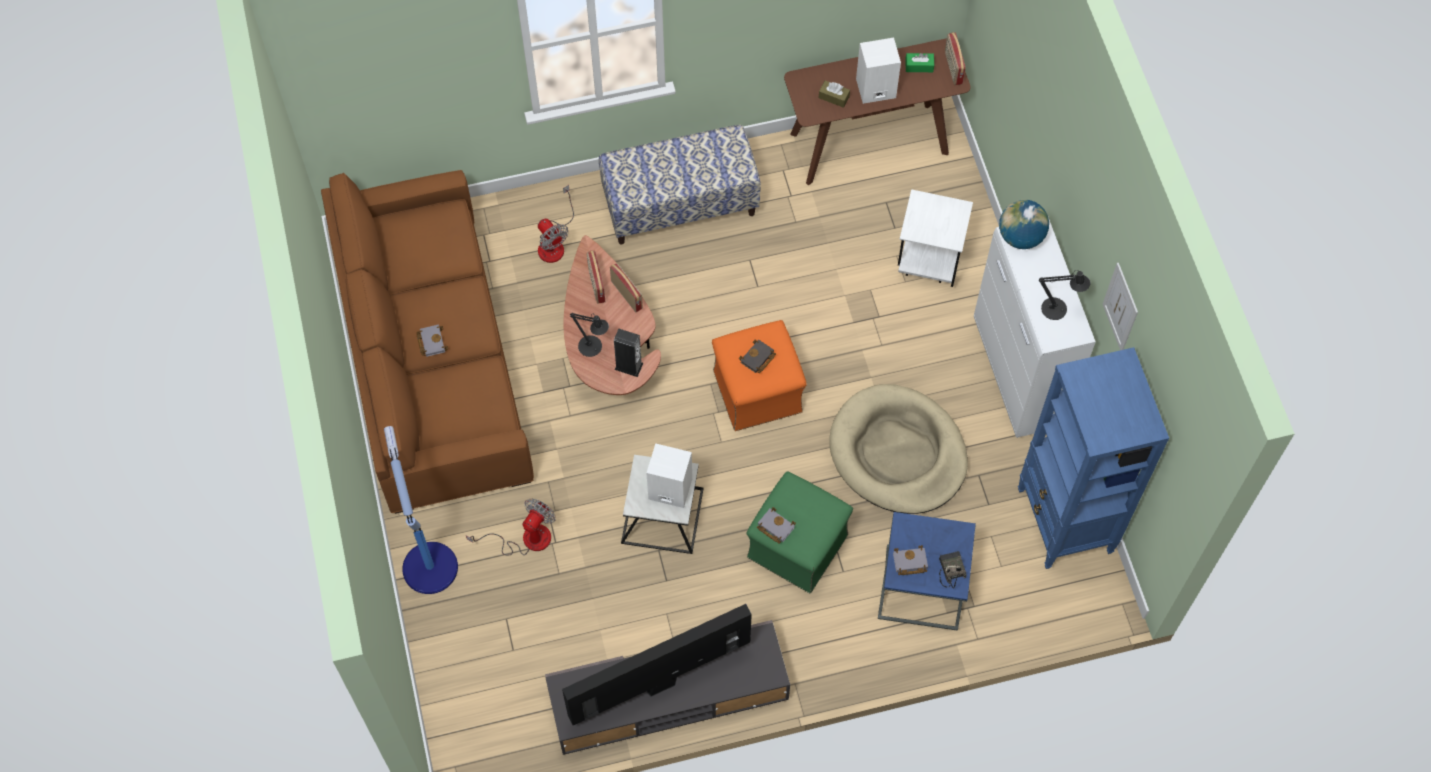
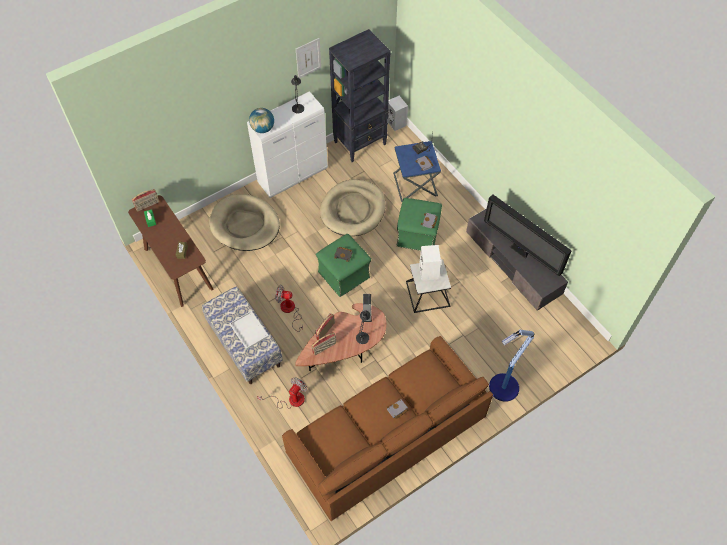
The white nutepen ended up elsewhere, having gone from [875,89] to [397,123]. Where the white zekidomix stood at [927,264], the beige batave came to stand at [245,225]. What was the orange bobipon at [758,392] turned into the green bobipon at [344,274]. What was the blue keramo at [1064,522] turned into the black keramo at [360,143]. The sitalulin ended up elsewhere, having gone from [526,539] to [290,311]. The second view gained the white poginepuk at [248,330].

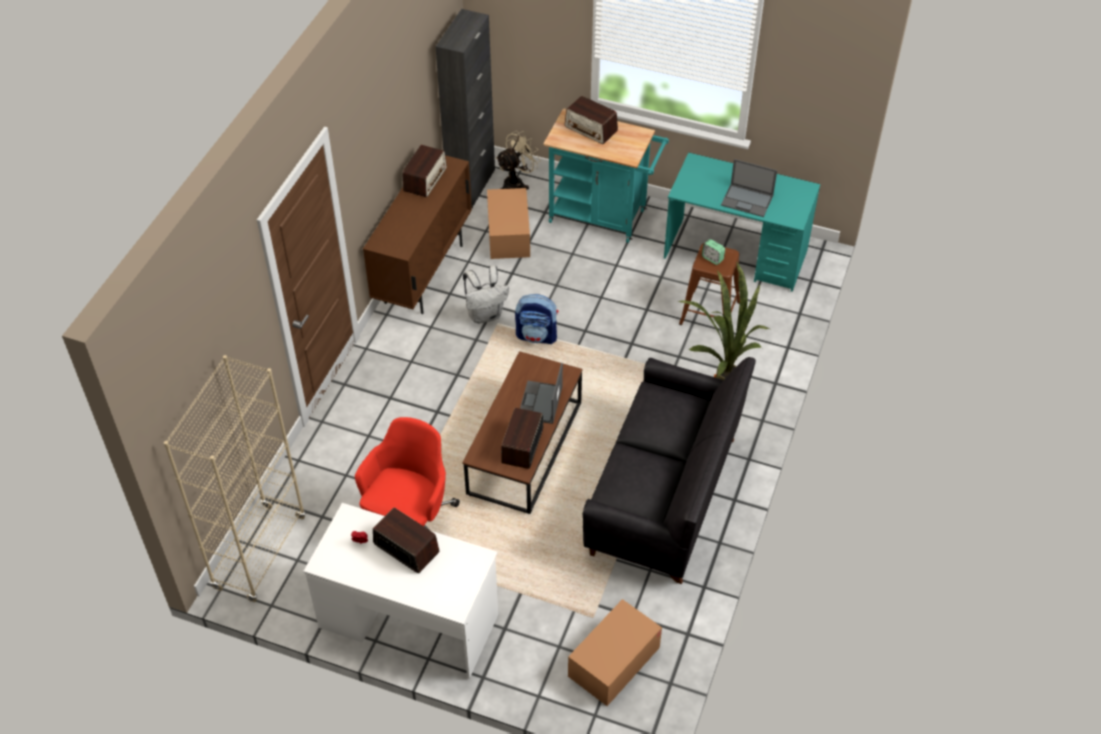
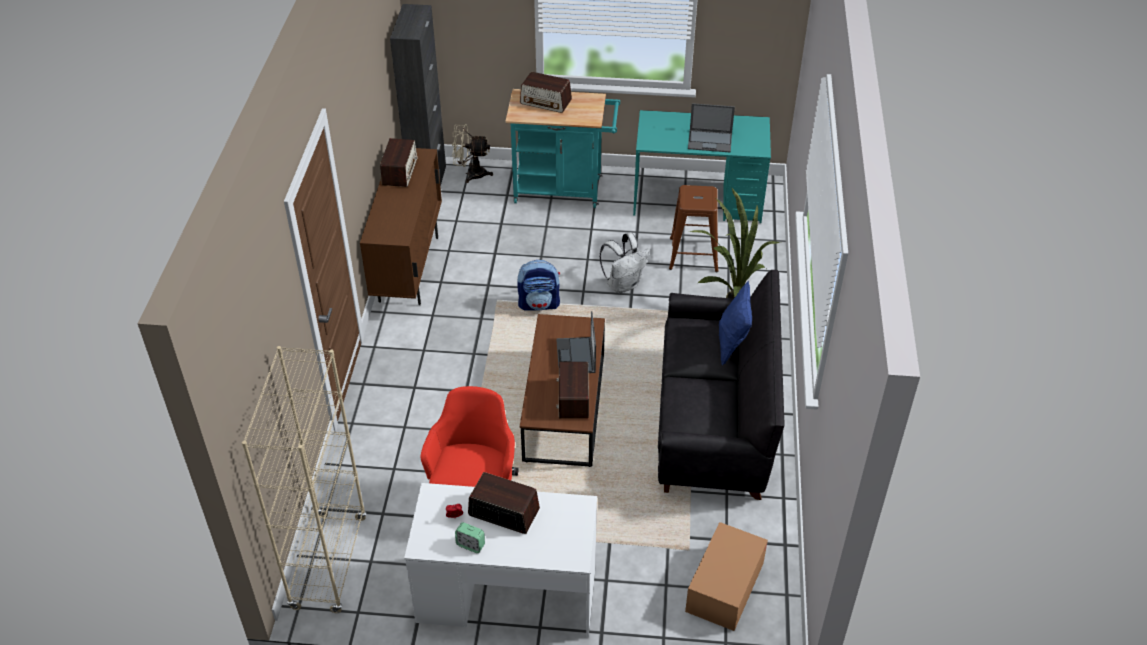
The beige sitalulin at [517,182] ended up facing another way, 120 degrees counterclockwise from before. The second view lost the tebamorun at [508,234]. The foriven ended up elsewhere, having gone from [712,258] to [470,545]. The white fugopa ended up elsewhere, having gone from [485,314] to [623,284]. The second view gained the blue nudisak at [732,343].

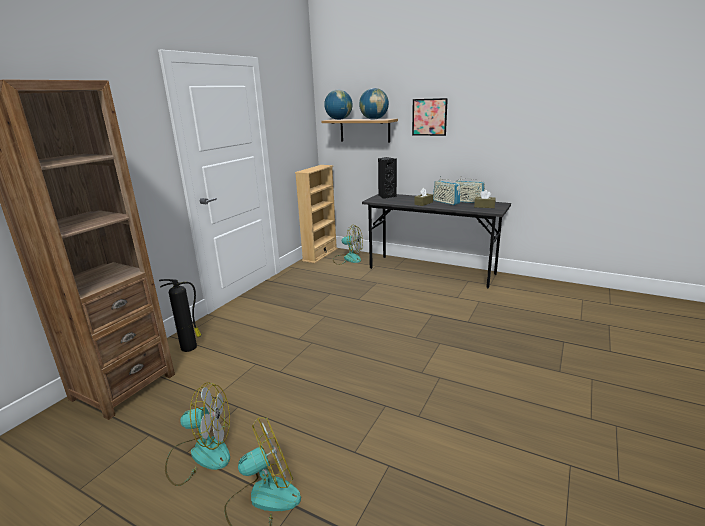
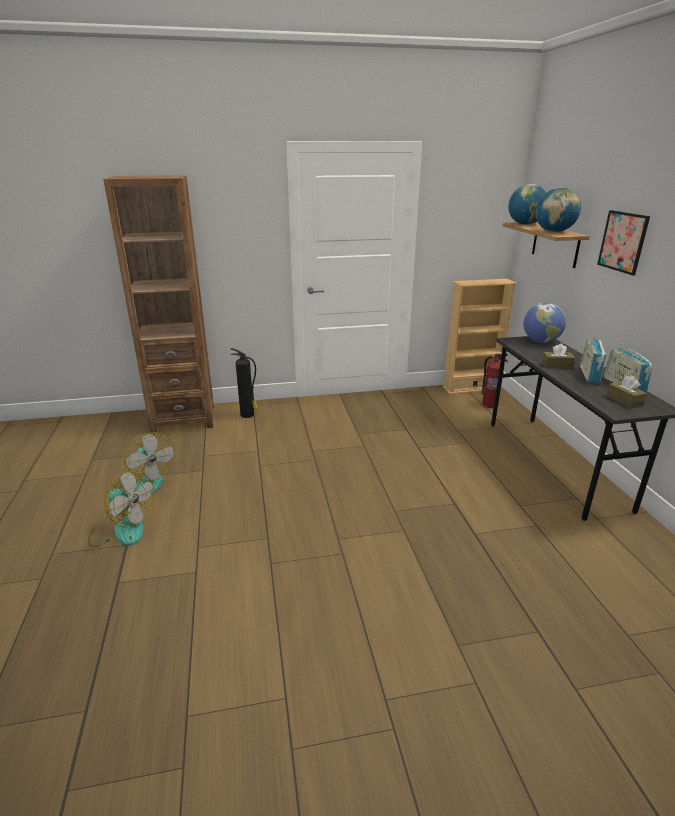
Where the black nutepen stood at [386,196], the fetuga came to stand at [541,341]. Where the sitalulin stood at [348,258], the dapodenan came to stand at [490,404].

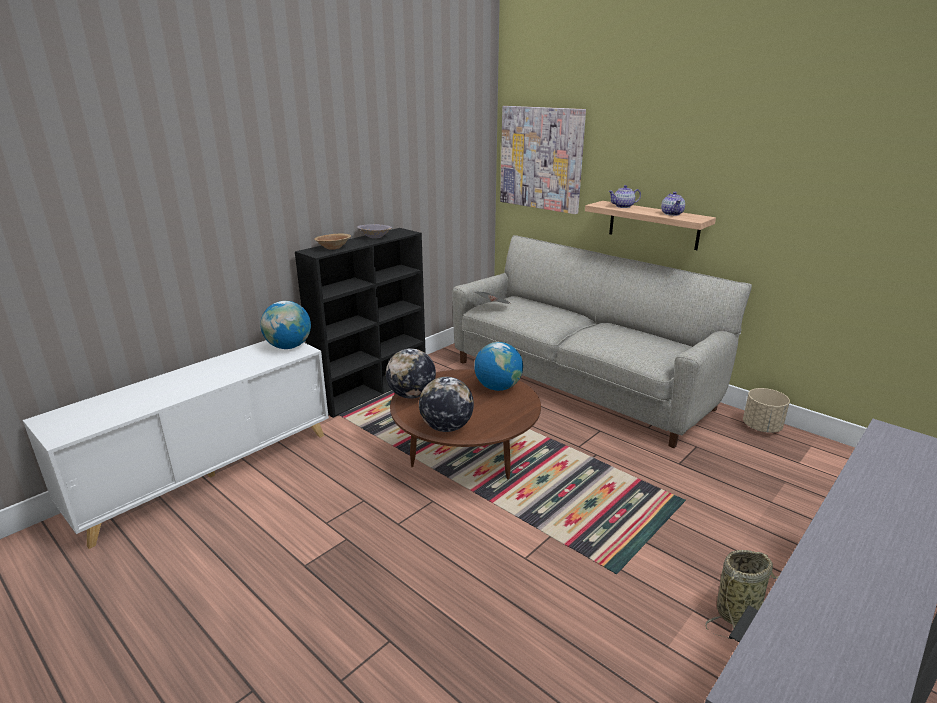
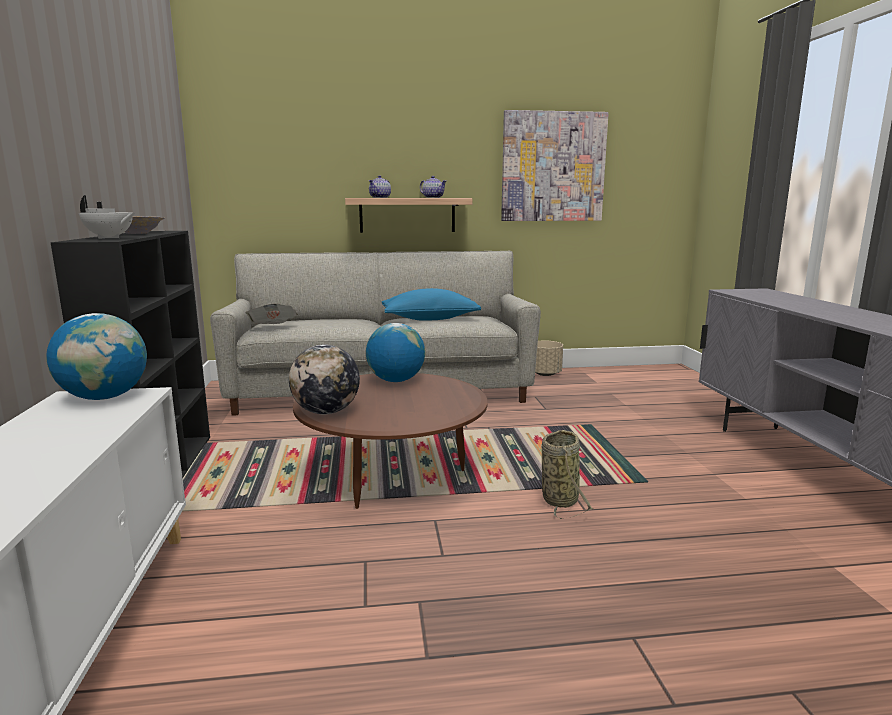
The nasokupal ended up elsewhere, having gone from [541,158] to [553,167]. Where the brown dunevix stood at [333,247], the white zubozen came to stand at [109,238]. The second view lost the fetuga at [446,427]. The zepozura ended up elsewhere, having gone from [739,612] to [559,498]. The second view gained the blue nudisak at [430,319].

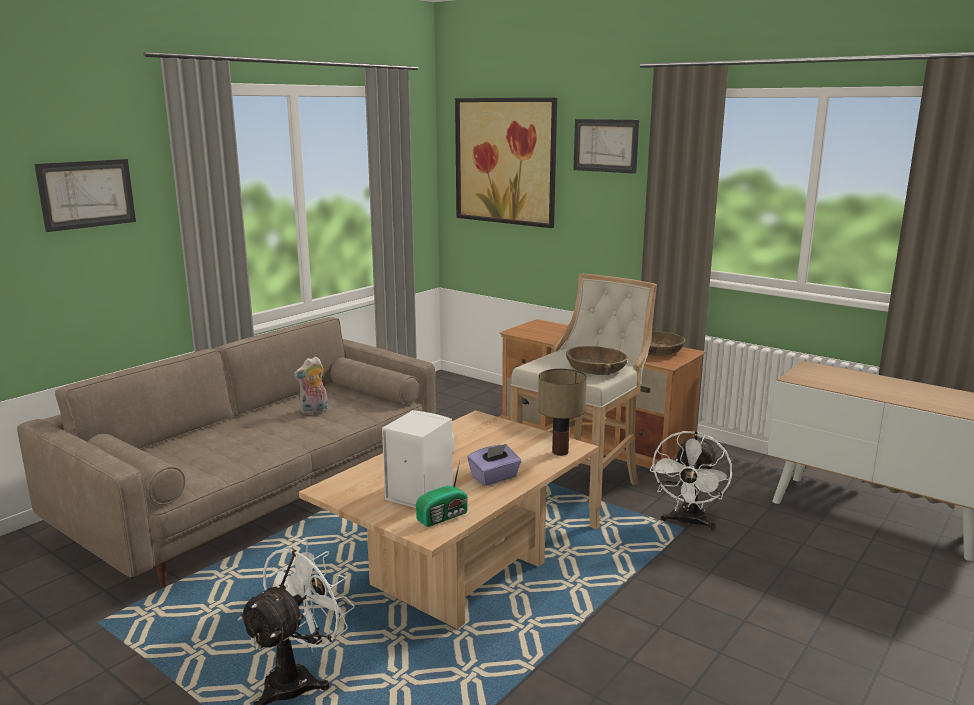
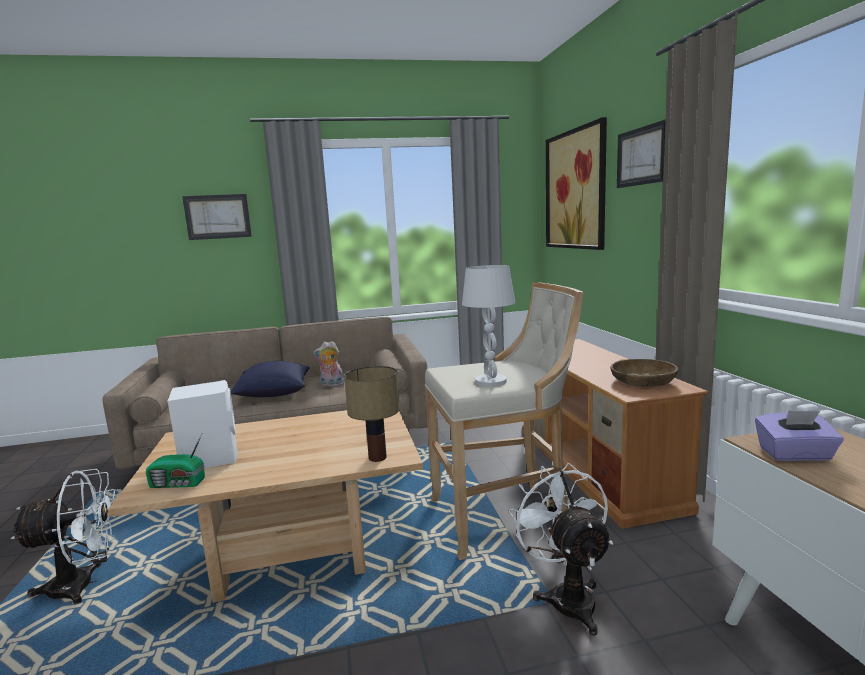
Where the brown dunevix stood at [596,369], the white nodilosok came to stand at [491,381]. The white sitalulin at [687,523] ended up facing another way, 105 degrees clockwise from before. The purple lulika ended up elsewhere, having gone from [494,478] to [795,455]. The second view gained the blue nudisak at [273,393].

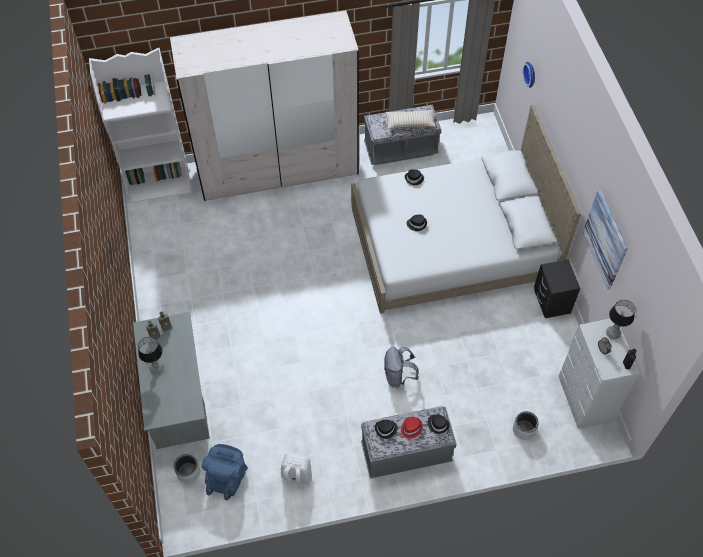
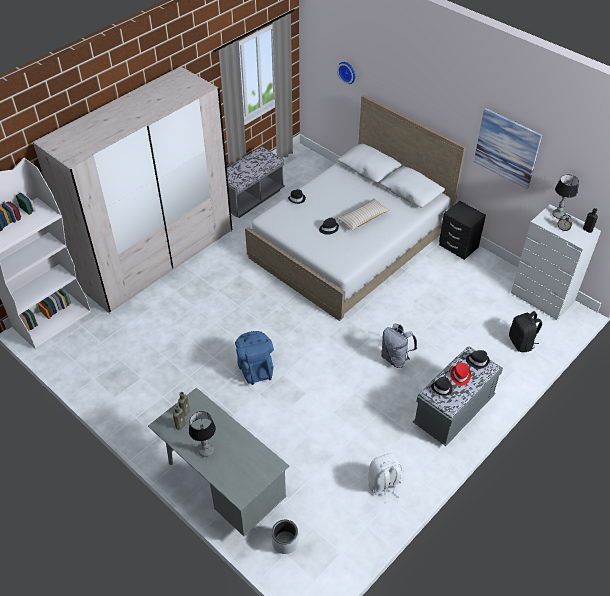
The beige nudisak ended up elsewhere, having gone from [410,123] to [363,218]. Where the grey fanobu stood at [524,430], the black fugopa came to stand at [521,343]. The blue fugopa ended up elsewhere, having gone from [227,477] to [255,368].

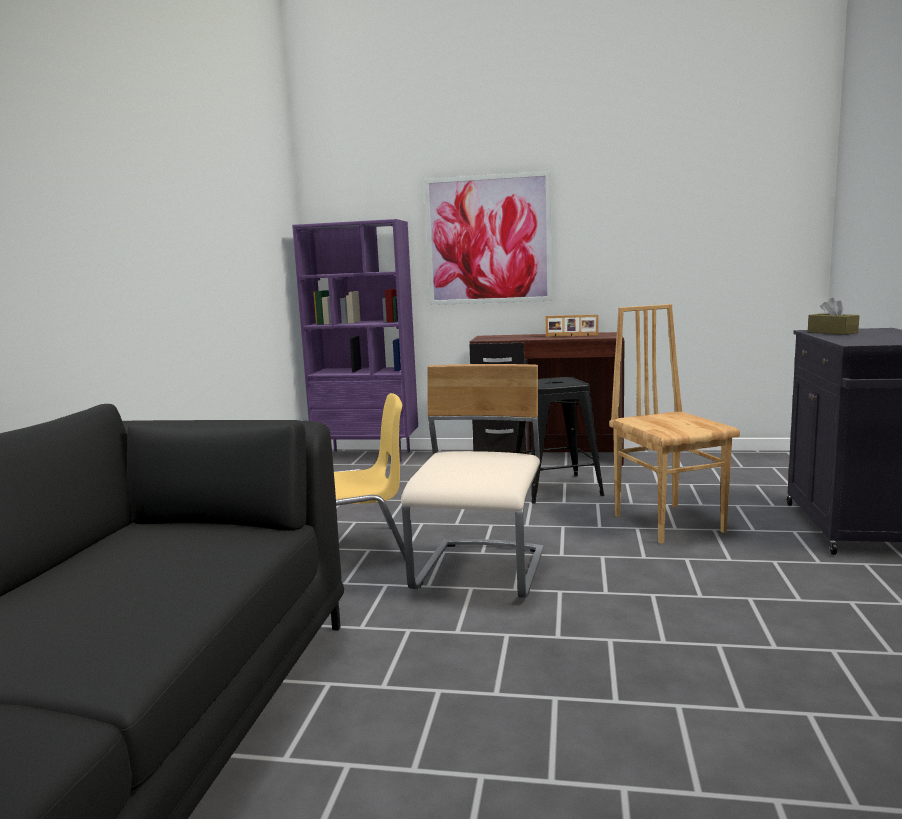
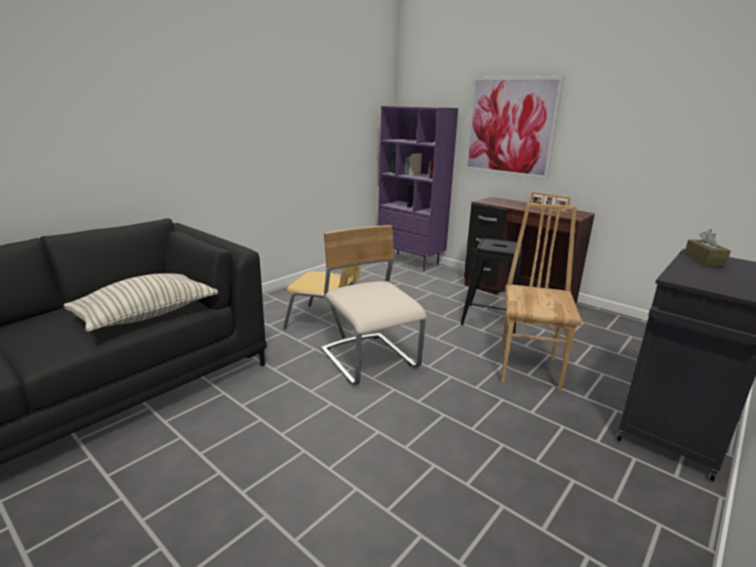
The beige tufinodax at [481,572] ended up facing another way, 75 degrees counterclockwise from before. The second view gained the nudisak at [147,315].

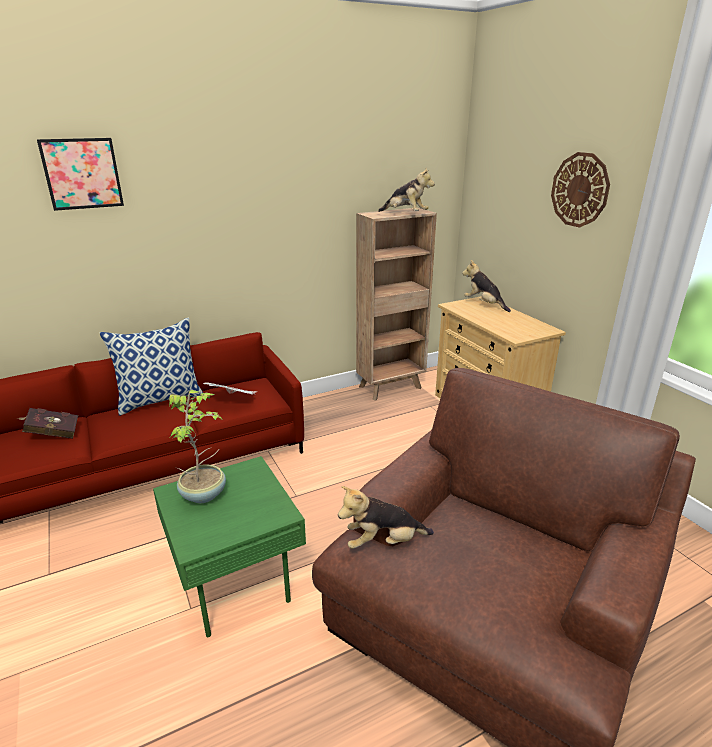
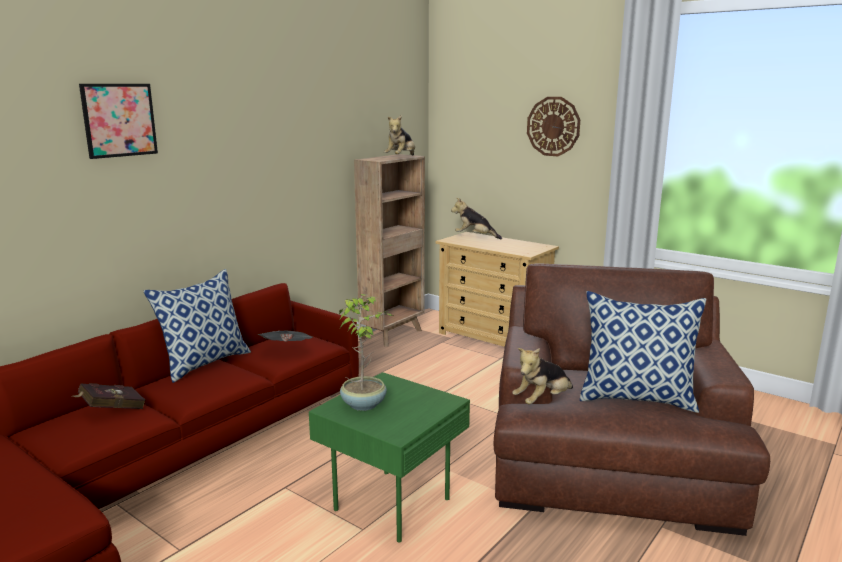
The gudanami at [405,214] ended up facing another way, 105 degrees clockwise from before. The second view gained the nudisak at [637,398].

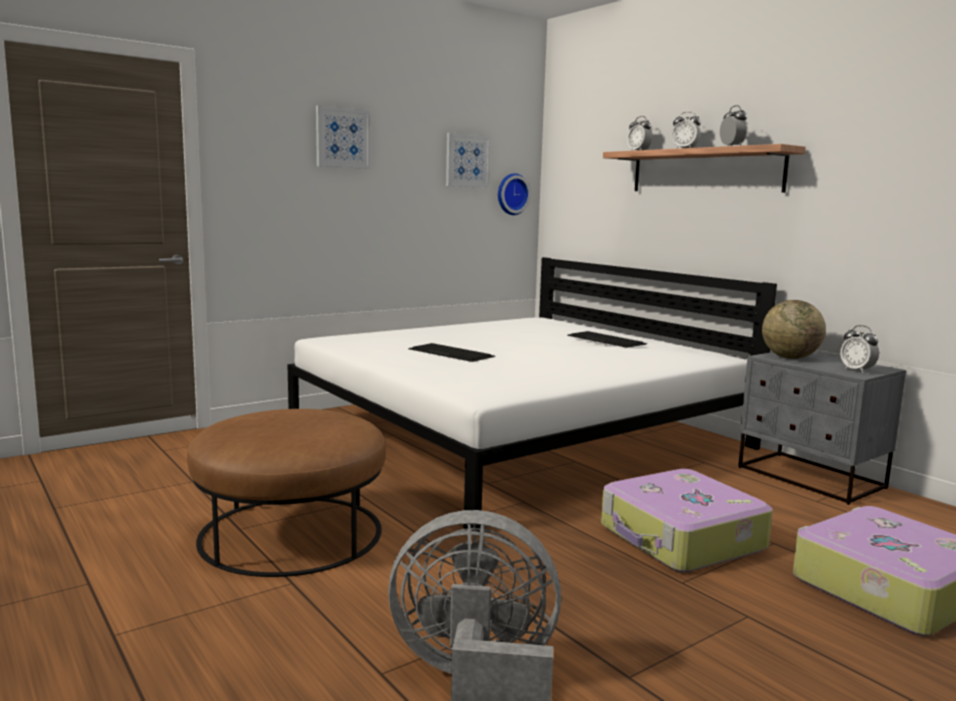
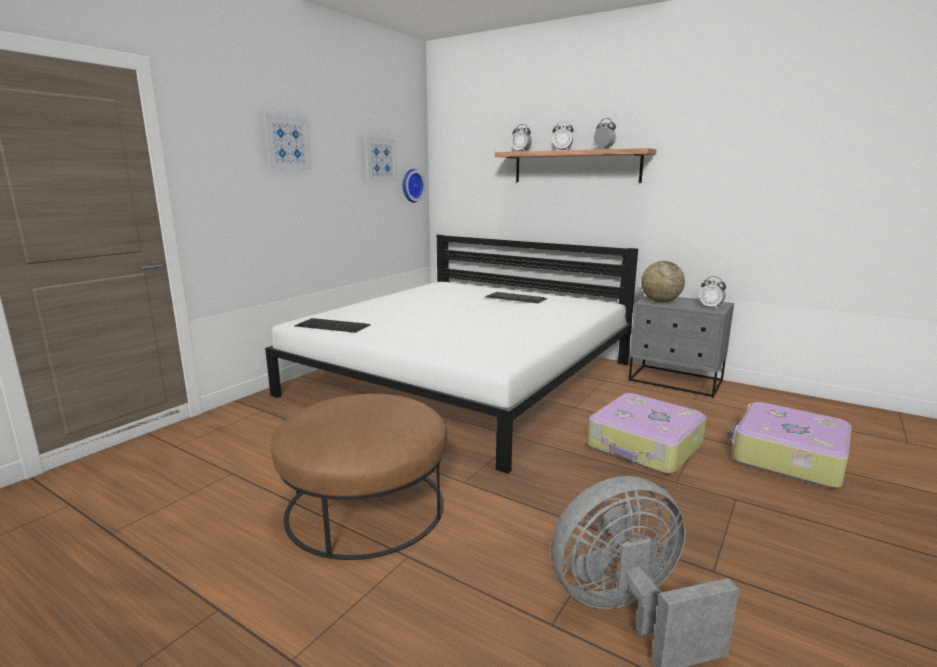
The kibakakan ended up elsewhere, having gone from [451,352] to [333,325].

